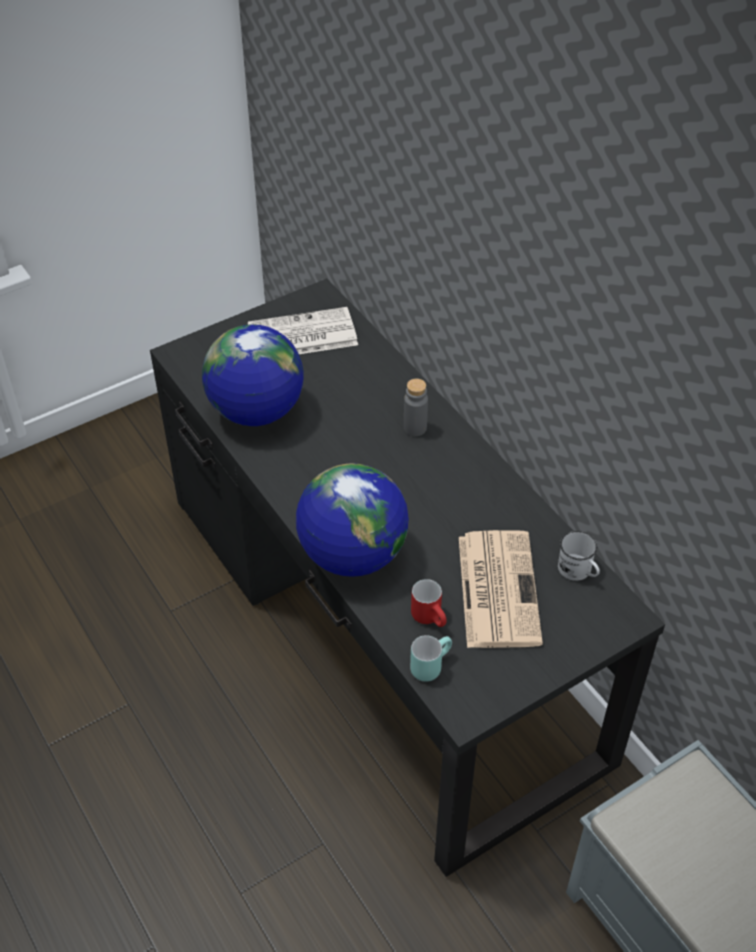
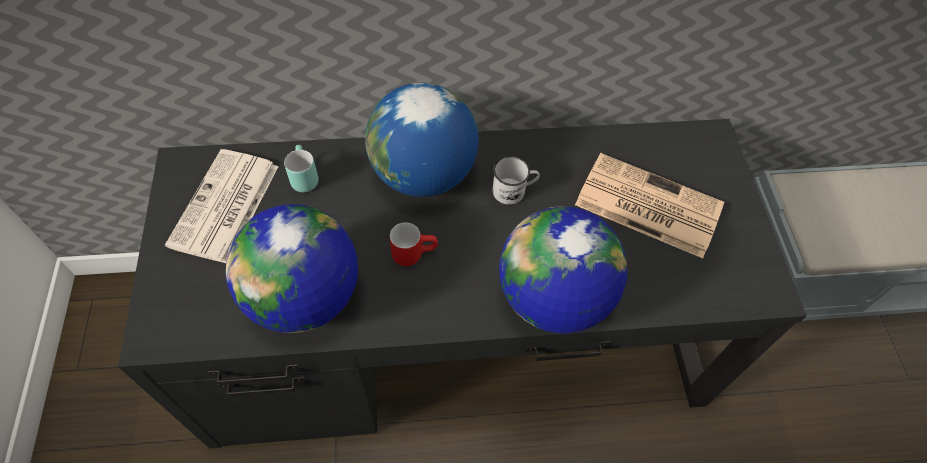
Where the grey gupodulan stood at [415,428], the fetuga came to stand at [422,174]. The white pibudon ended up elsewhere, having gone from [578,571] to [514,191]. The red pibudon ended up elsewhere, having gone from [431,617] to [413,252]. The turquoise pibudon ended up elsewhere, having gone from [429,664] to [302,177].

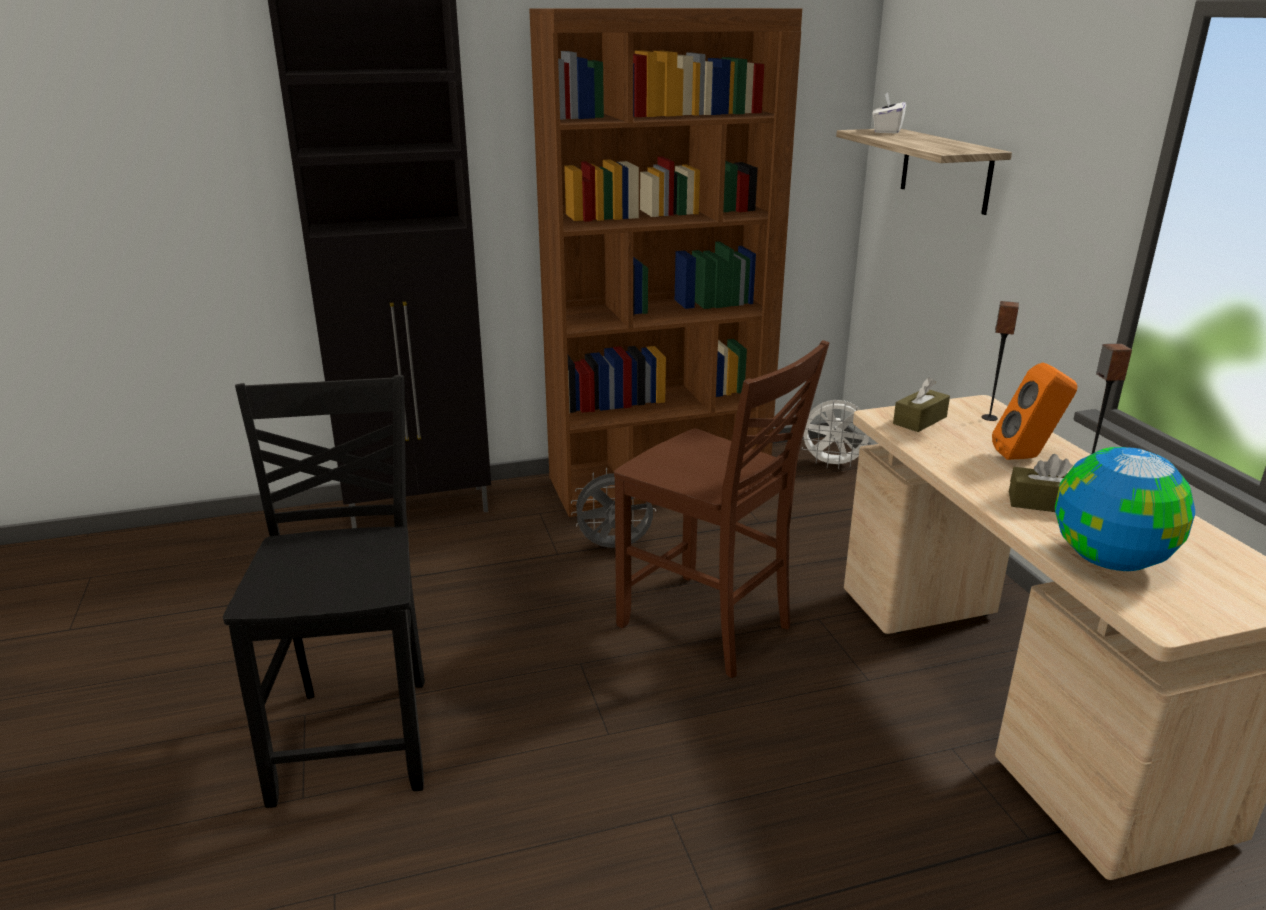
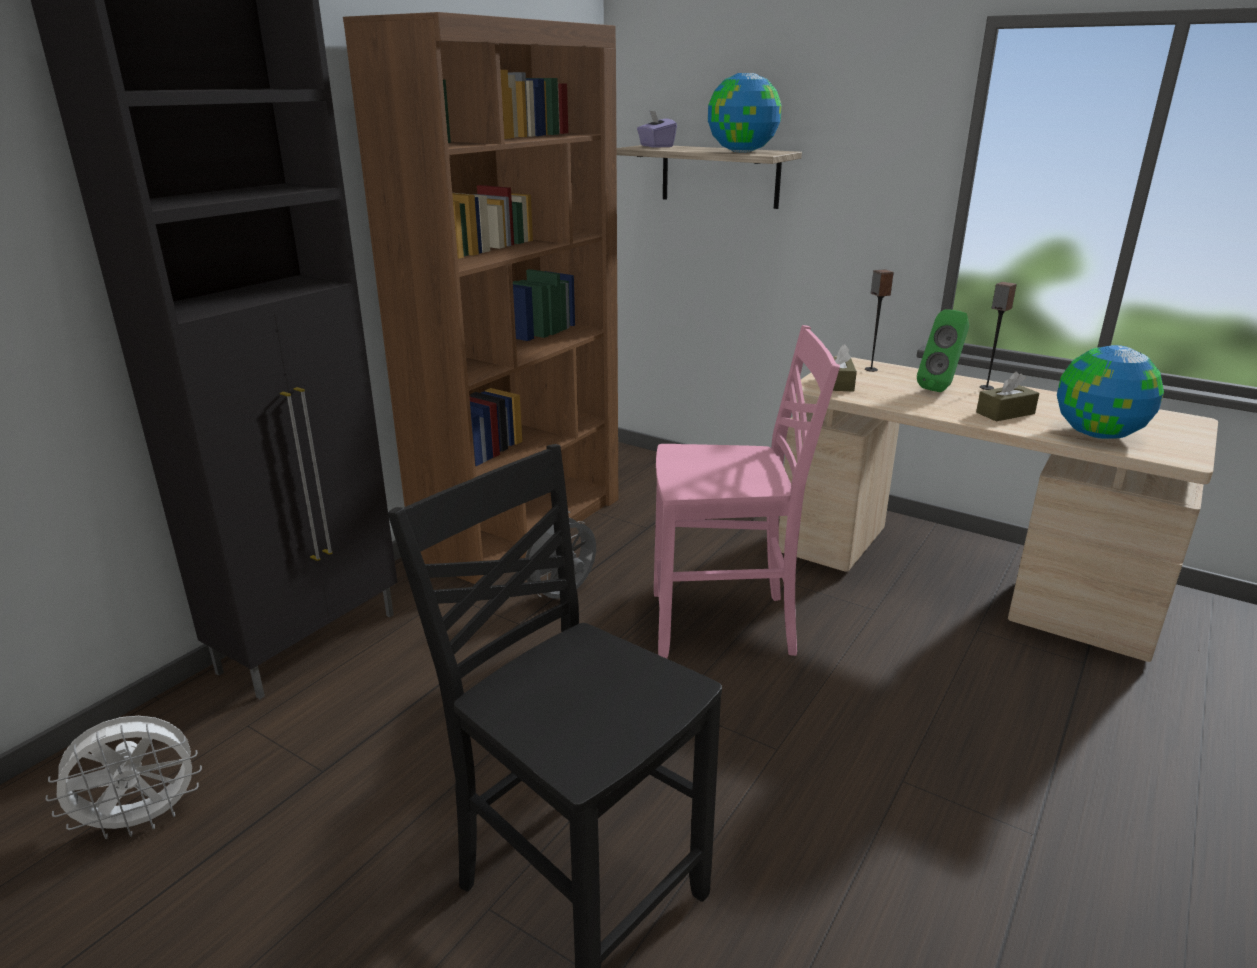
What was the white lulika at [886,131] turned into the purple lulika at [656,146]. What was the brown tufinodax at [708,627] turned into the pink tufinodax at [725,625]. What was the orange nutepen at [1027,457] turned into the green nutepen at [941,388]. The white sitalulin ended up elsewhere, having gone from [833,464] to [143,819]. The second view gained the fetuga at [741,151].

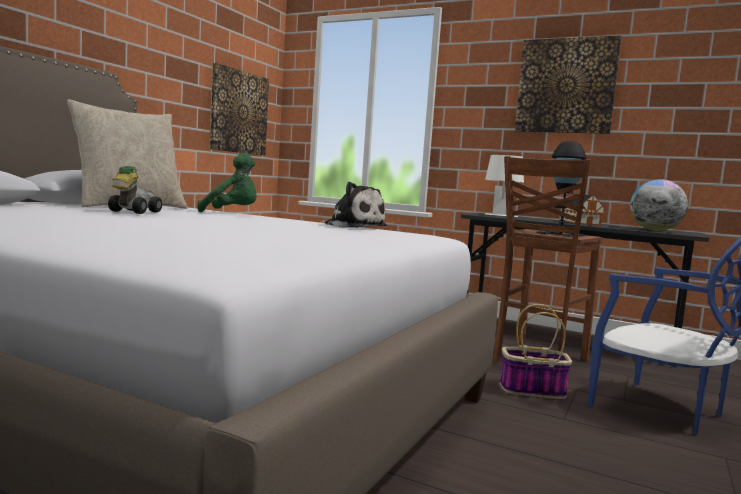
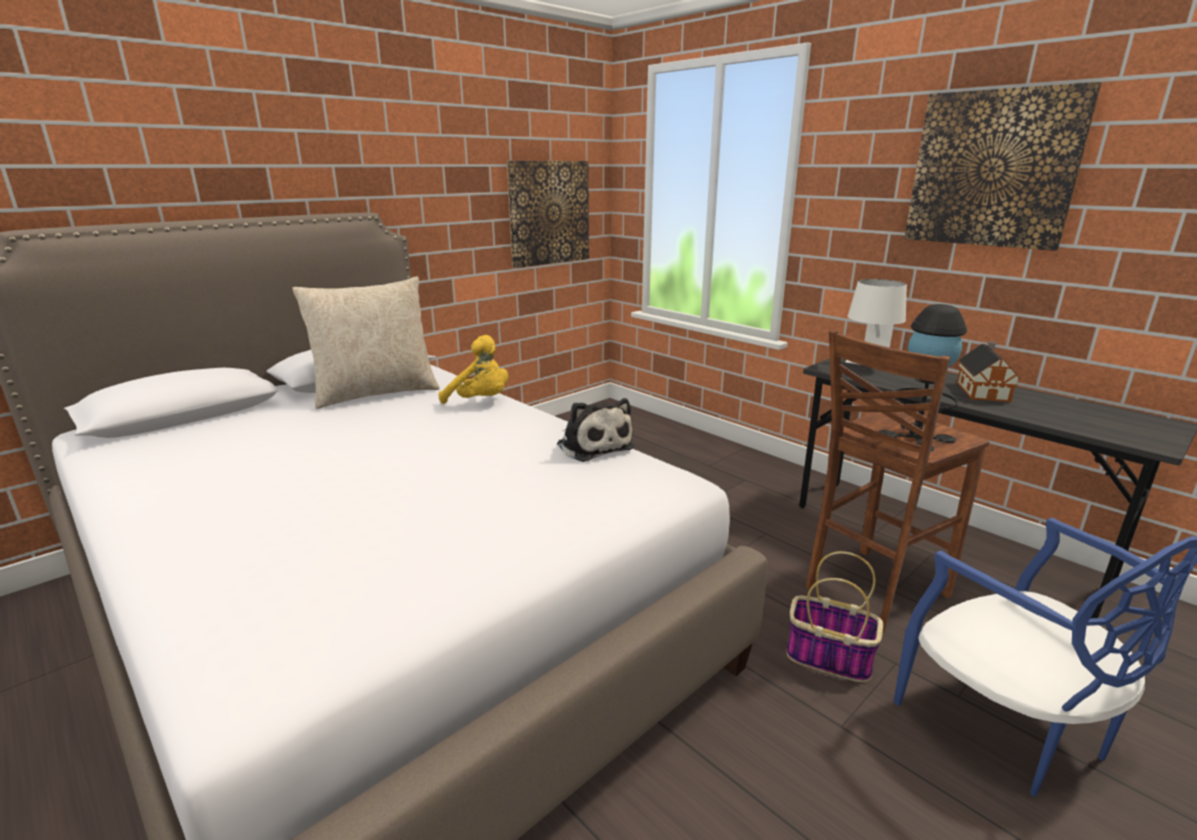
What was the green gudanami at [232,213] turned into the yellow gudanami at [480,402]. The second view lost the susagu at [132,212]. The second view lost the fetuga at [654,230].

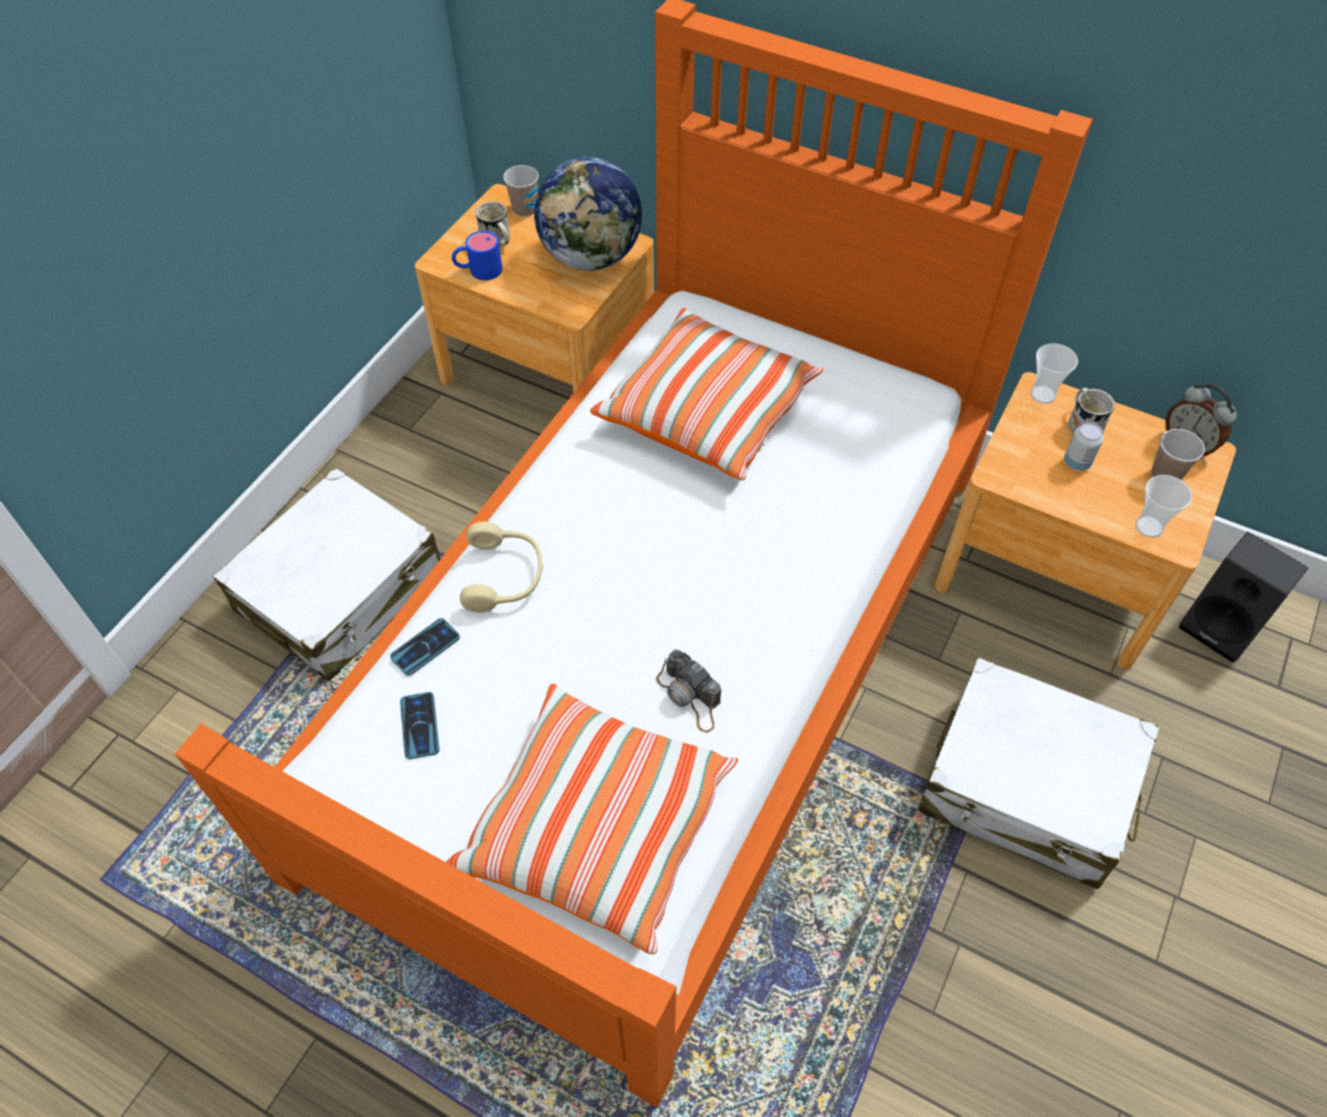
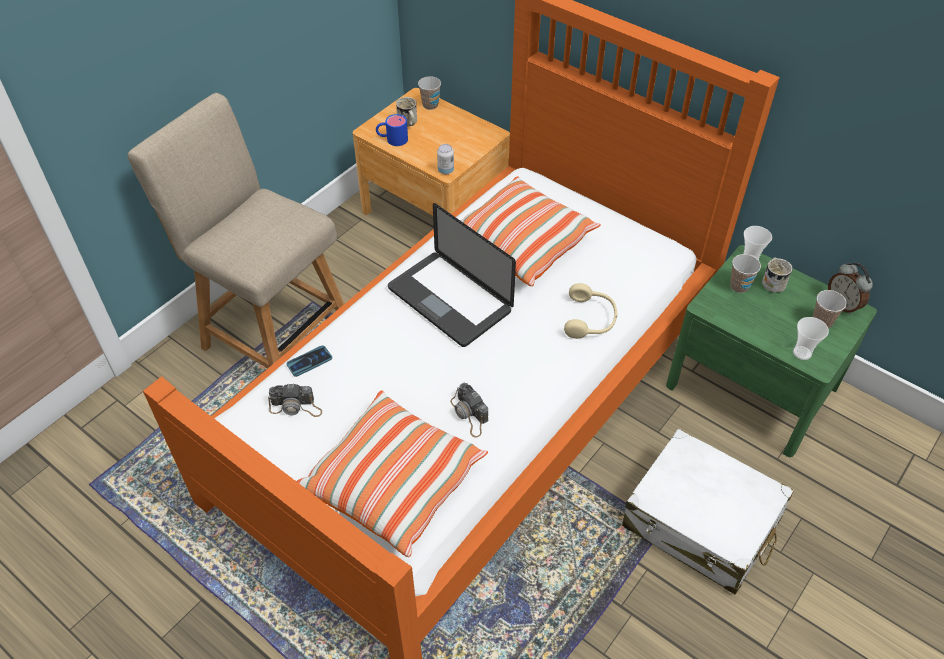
The second view lost the fetuga at [591,257]. What was the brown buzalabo at [1053,571] turned into the green buzalabo at [751,386]. The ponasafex ended up elsewhere, having gone from [1076,462] to [445,170]. Where the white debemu stood at [341,591], the beige tufinodax came to stand at [272,333]. The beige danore ended up elsewhere, having gone from [505,576] to [590,319]. The second view lost the black nutepen at [1222,627]. Where the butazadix stood at [420,726], the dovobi came to stand at [296,407]. The second view gained the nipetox at [449,300]. The second view gained the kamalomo at [739,286].

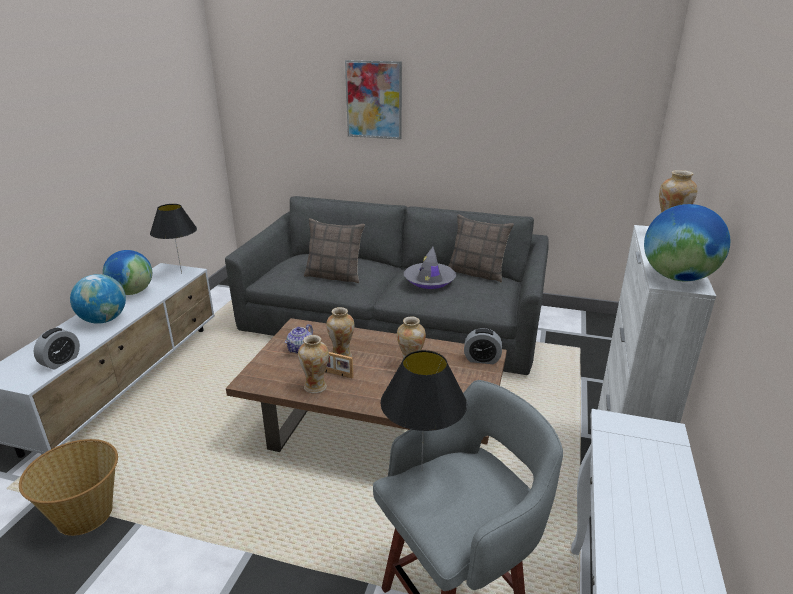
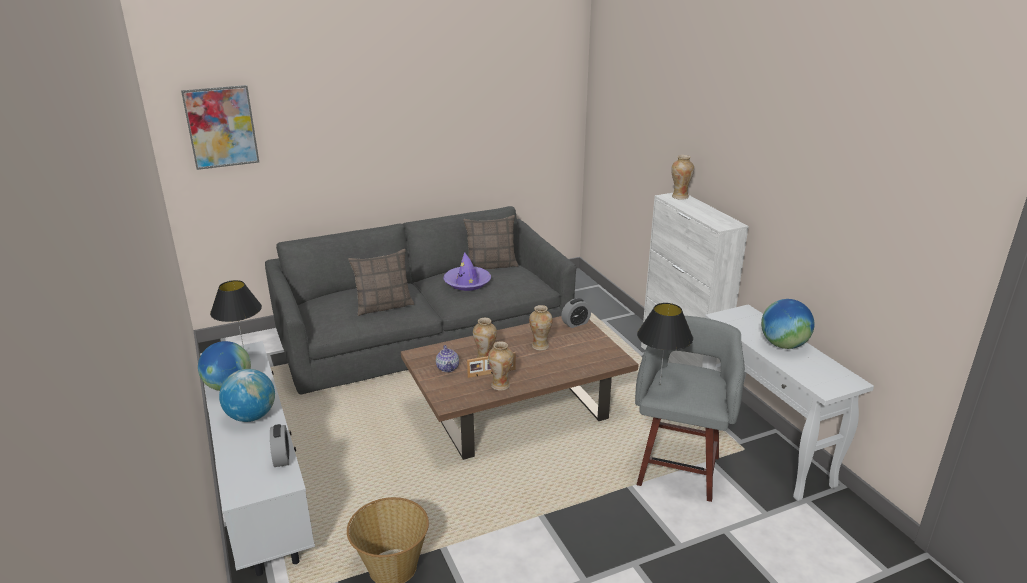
The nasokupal ended up elsewhere, having gone from [374,100] to [221,127]. The fetuga ended up elsewhere, having gone from [677,278] to [783,345]. What was the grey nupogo at [429,280] turned into the purple nupogo at [467,283].

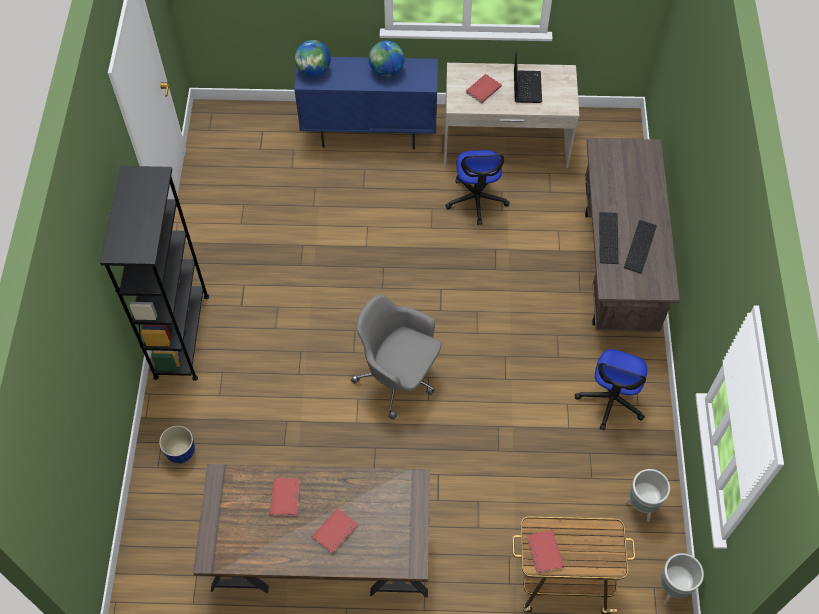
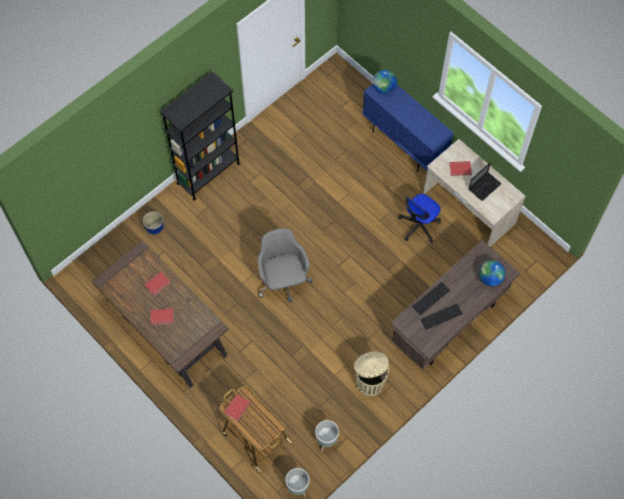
The fetuga ended up elsewhere, having gone from [386,71] to [490,278]. Where the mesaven stood at [611,400], the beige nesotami came to stand at [369,382].

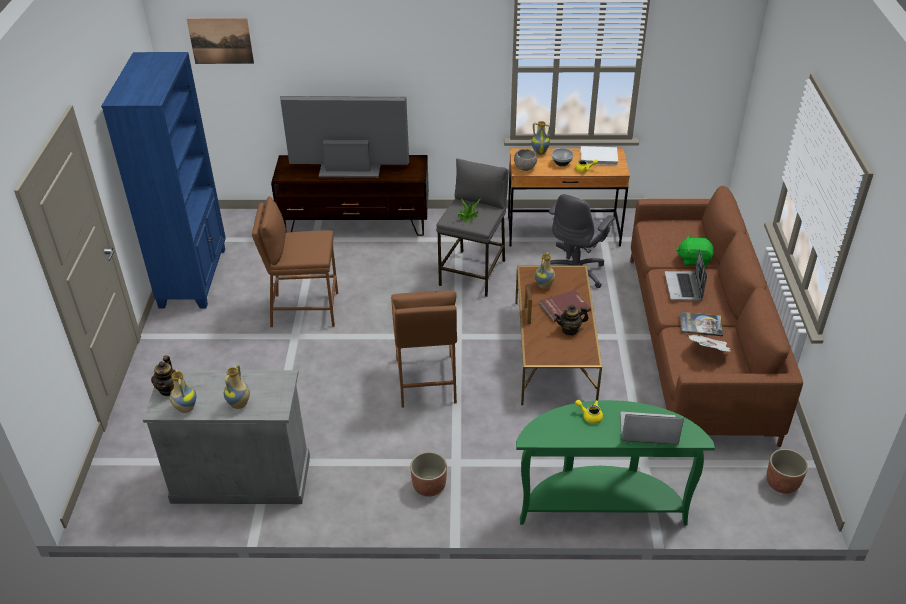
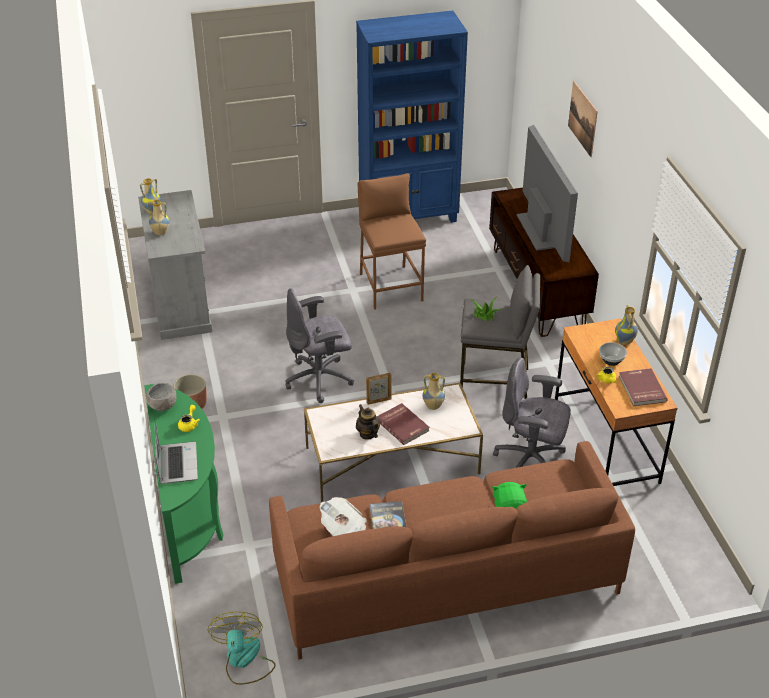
The nasokupal ended up elsewhere, having gone from [221,41] to [582,118]. What was the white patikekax at [598,157] turned into the red patikekax at [641,389]. The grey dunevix ended up elsewhere, having gone from [525,168] to [163,406]. The second view lost the nipetox at [684,287]. What was the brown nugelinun at [554,351] turned into the white nugelinun at [392,460]. Where the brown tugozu stood at [426,380], the grey mesaven came to stand at [320,379]. The second view lost the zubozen at [169,389]. Where the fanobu stood at [782,483], the sitalulin came to stand at [244,660].

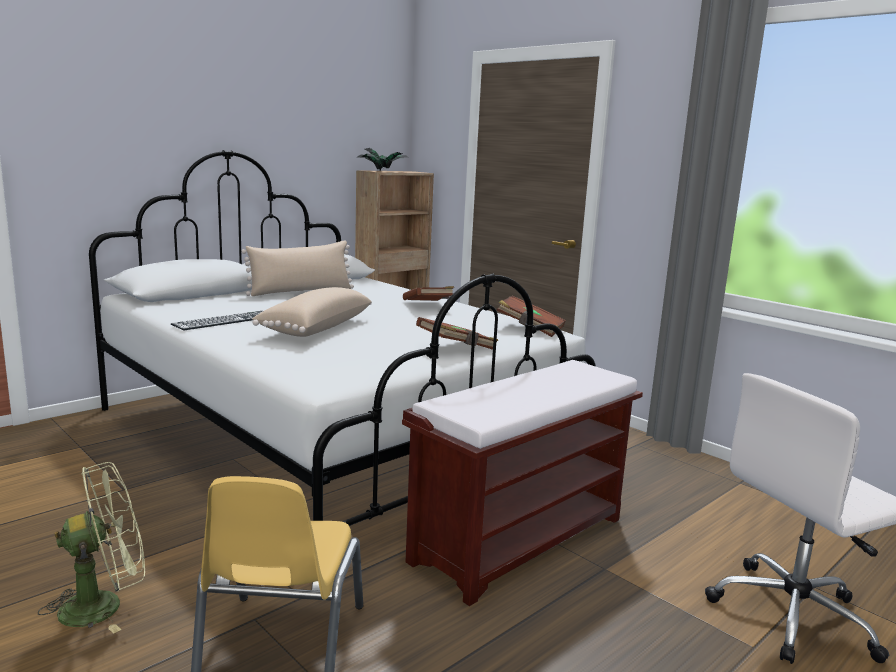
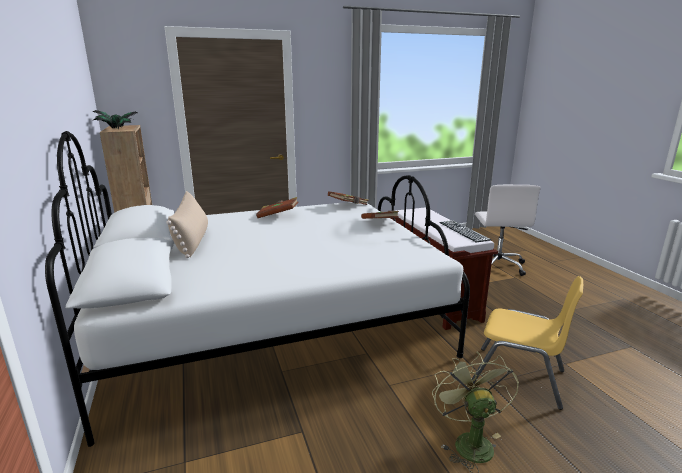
The second view lost the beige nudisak at [314,328]. The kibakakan ended up elsewhere, having gone from [225,320] to [463,231].

